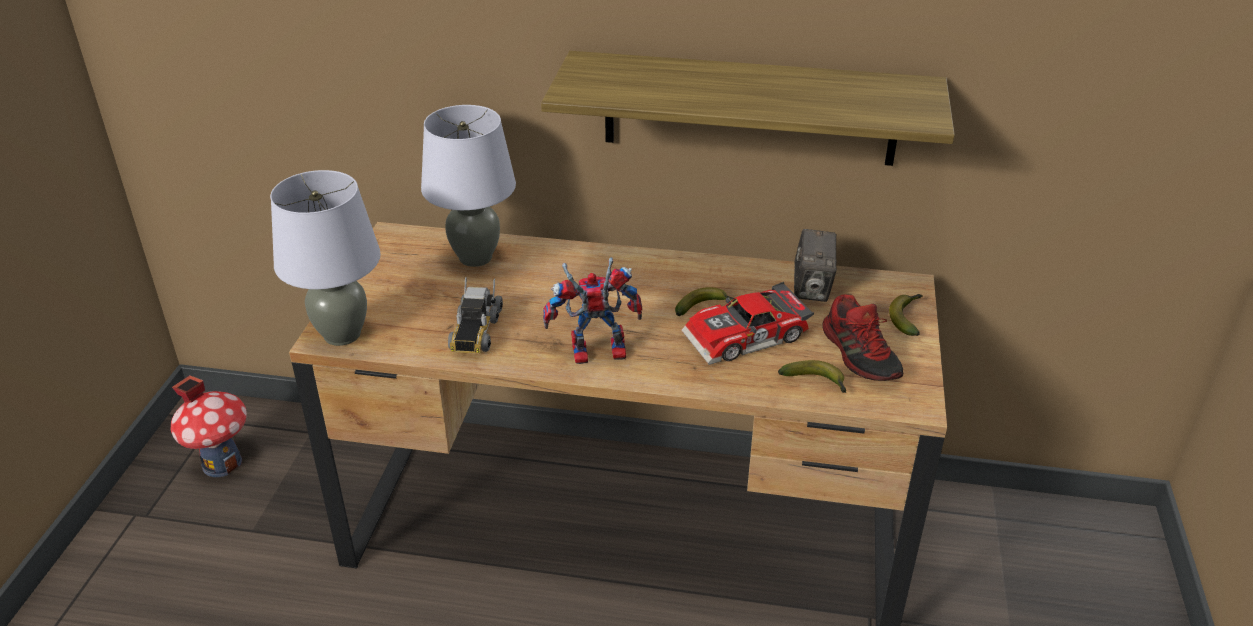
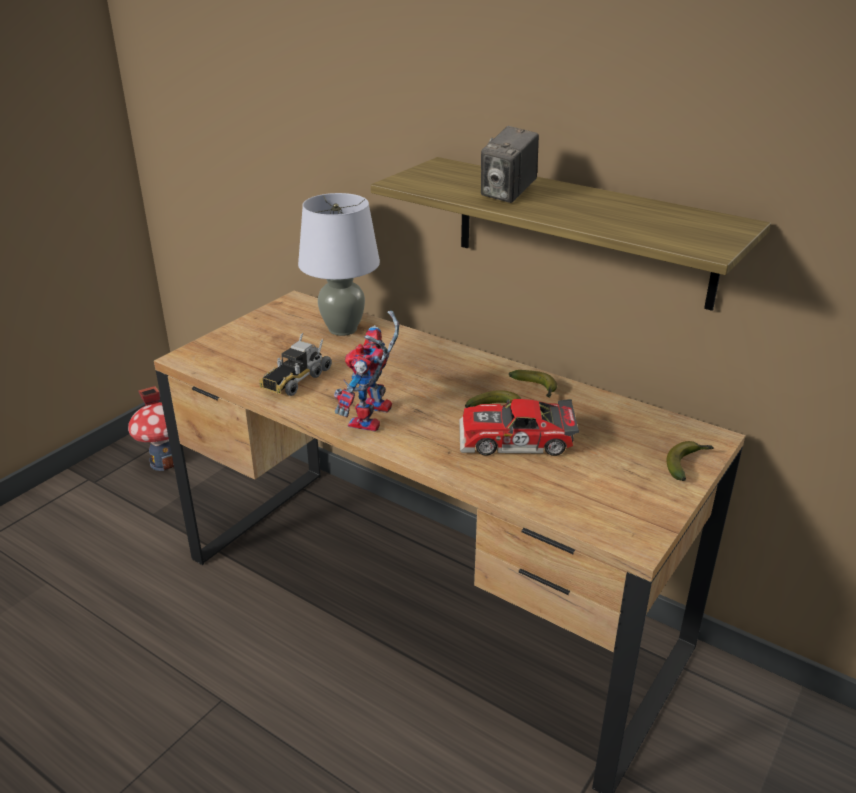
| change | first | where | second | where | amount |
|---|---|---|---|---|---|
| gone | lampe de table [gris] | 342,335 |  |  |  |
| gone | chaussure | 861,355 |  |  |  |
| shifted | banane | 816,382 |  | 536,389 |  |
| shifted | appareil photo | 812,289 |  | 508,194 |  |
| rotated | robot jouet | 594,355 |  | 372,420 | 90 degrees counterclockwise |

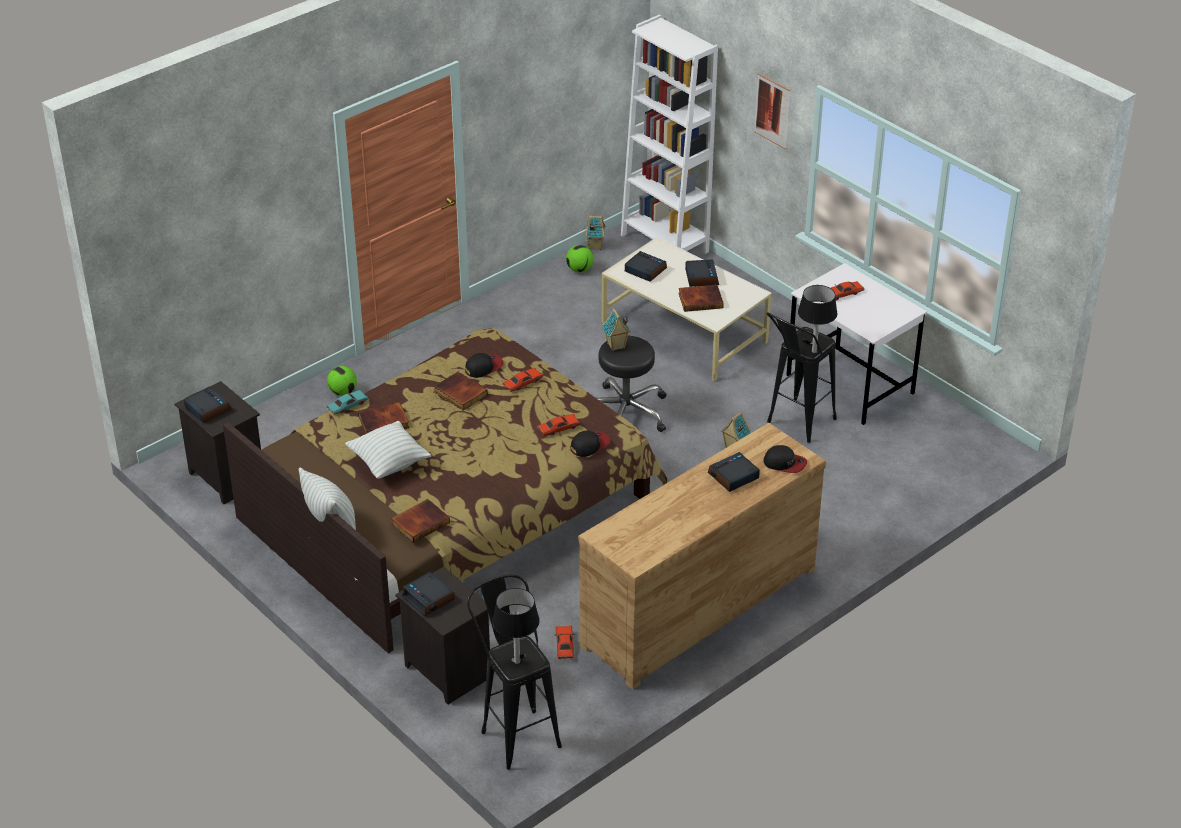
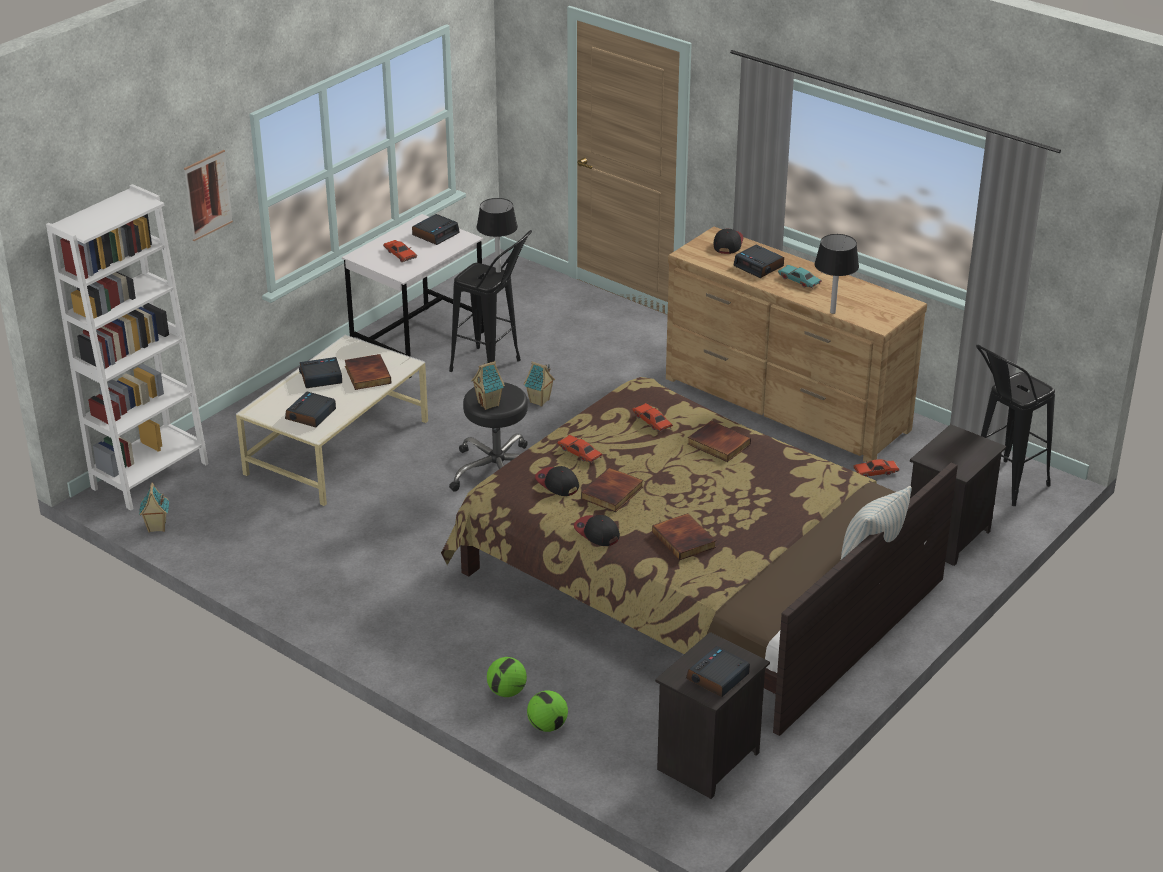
| change | first | where | second | where | amount |
|---|---|---|---|---|---|
| gone | coussin | 389,463 |  |  |  |
| shifted | petite voiture [turquoise] | 347,406 |  | 799,281 |  |
| shifted | livre | 420,522 |  | 718,444 |  |
| shifted | réveil | 429,598 |  | 435,234 |  |
| shifted | lampe de table [noir] | 517,661 |  | 832,312 |  |
| shifted | ballon de foot | 580,269 |  | 547,726 |  |
| shifted | casquette | 590,445 |  | 596,533 |  |

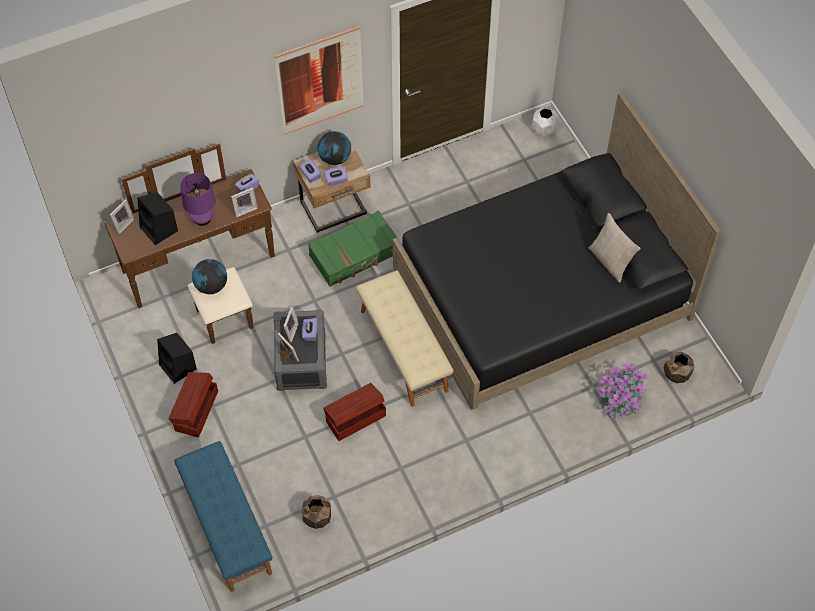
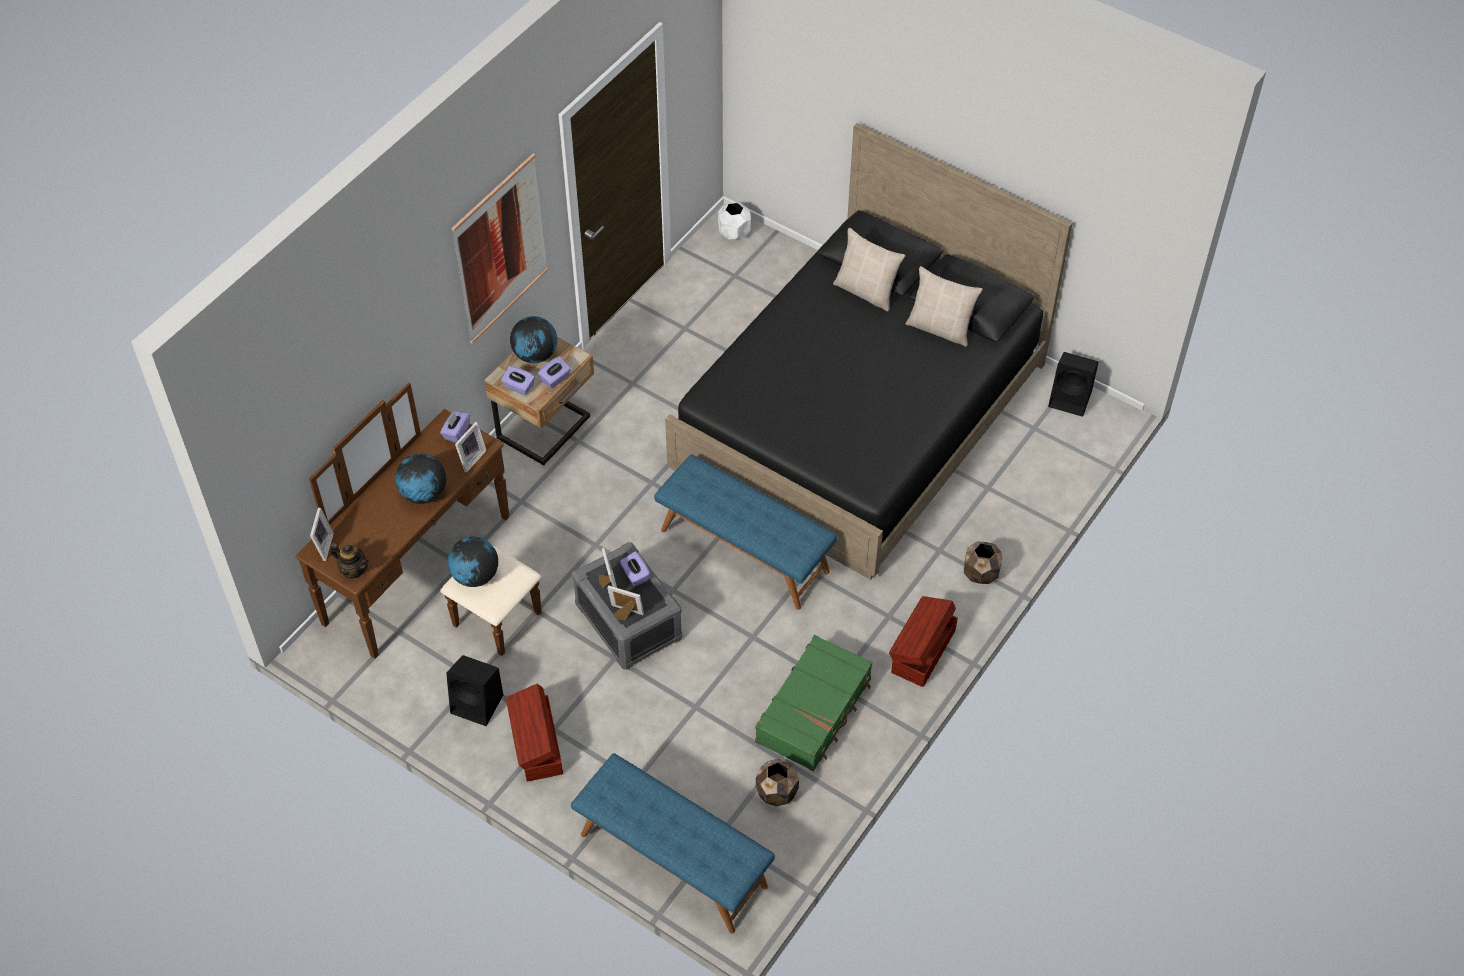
| change | first | where | second | where | amount |
|---|---|---|---|---|---|
| gone | plante en pot | 619,399 |  |  |  |
| new |  |  | théière | 353,570 |  |
| new |  |  | coussin [beige] | 866,291 |  |
| shifted | enceinte [noir] | 159,229 |  | 1071,399 |  |
| shifted | valise [vert] | 355,255 |  | 814,710 |  |
| shifted | boîte de rangement [marron] | 355,418 |  | 921,651 |  |
| shifted | cache-pot [marron] | 676,374 |  | 980,574 |  |
| swapped | lampe de table [violet] | 202,219 | globe | 423,494 |  |
| repainted | banc [beige] | 404,350 | banc [bleu] | 745,550 |  |

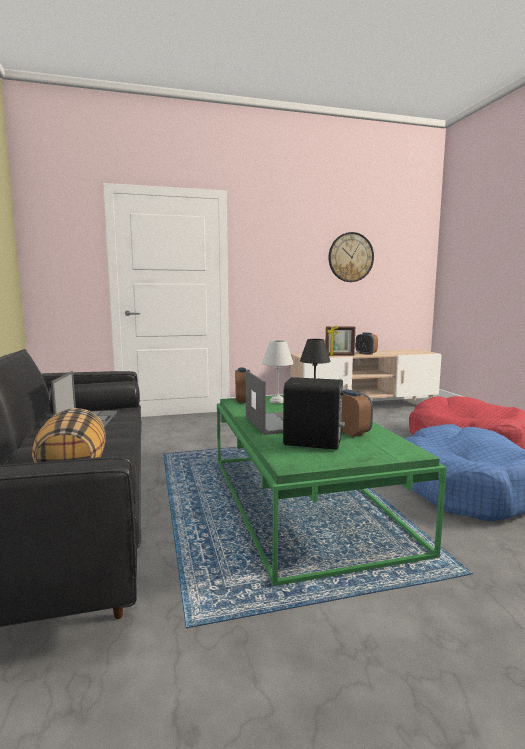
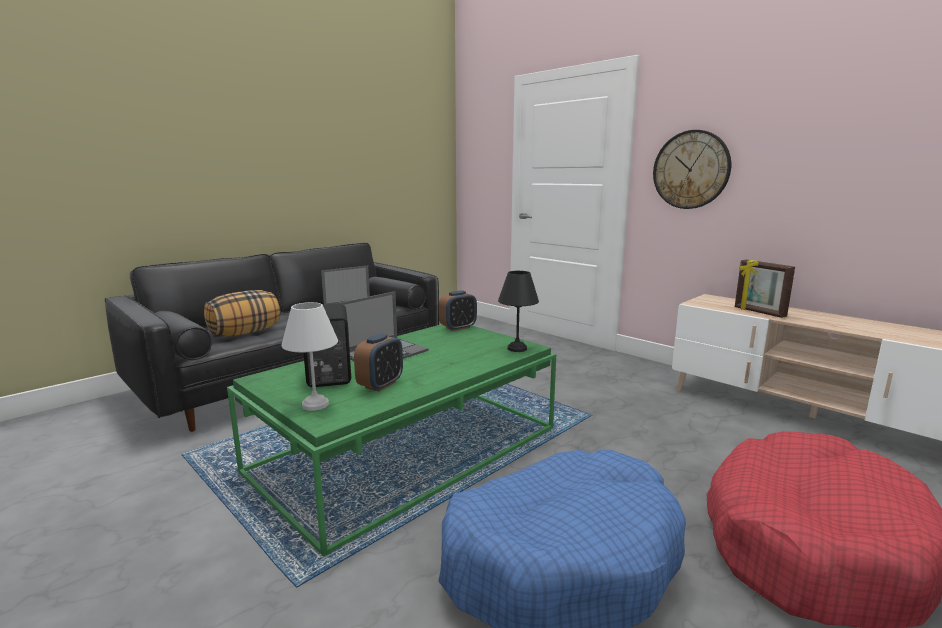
| change | first | where | second | where | amount |
|---|---|---|---|---|---|
| gone | réveil | 366,353 |  |  |  |
| shifted | lampe de table [blanc] | 277,401 |  | 316,405 |  |
| shifted | horloge murale | 350,257 |  | 691,170 |  |

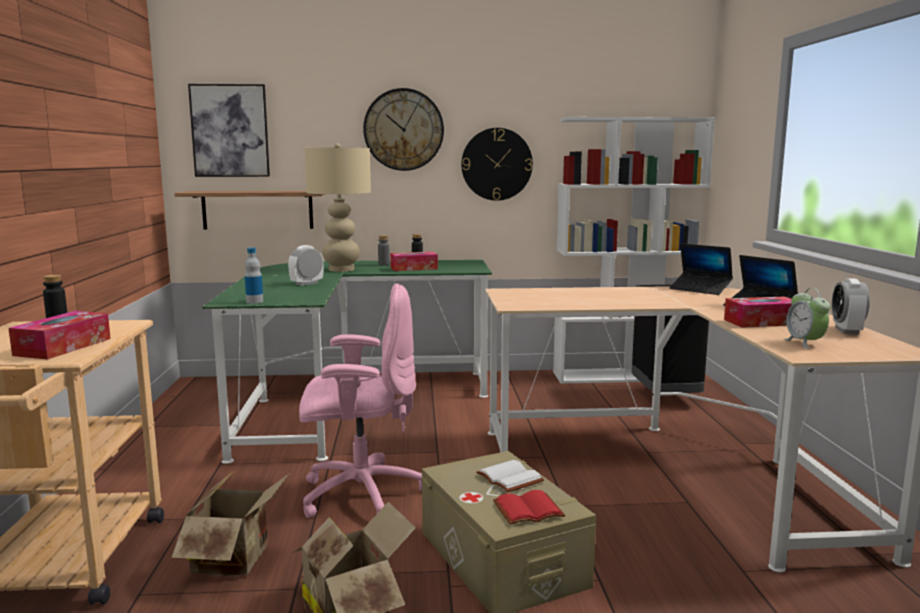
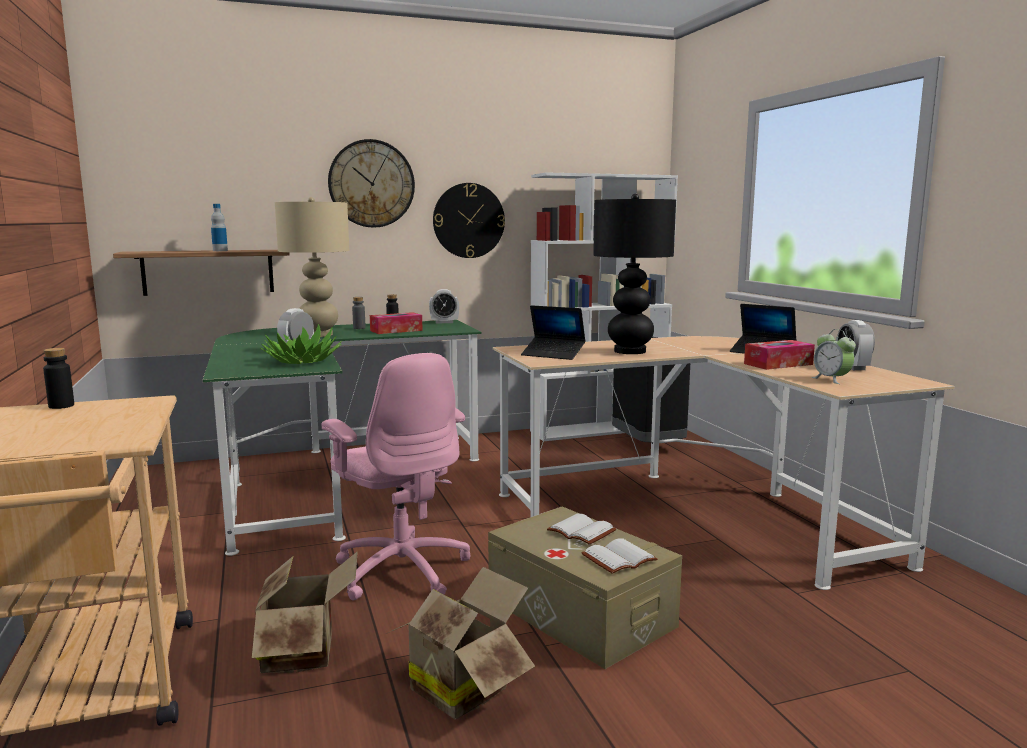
| change | first | where | second | where | amount |
|---|---|---|---|---|---|
| gone | boîte à mouchoirs | 63,347 |  |  |  |
| gone | tableau | 230,131 |  |  |  |
| new |  |  | plante en pot | 302,361 |  |
| new |  |  | réveil | 444,322 |  |
| new |  |  | lampe de table [noir] | 630,351 |  |
| shifted | bouteille | 254,302 |  | 220,251 |  |
| shifted | ordinateur portable | 700,289 |  | 553,354 |  |
| repainted | livre [rouge] | 528,509 | livre [blanc] | 618,557 |  |
| rotated | chaise de bureau [rose] | 360,494 |  | 402,569 | 75 degrees clockwise |

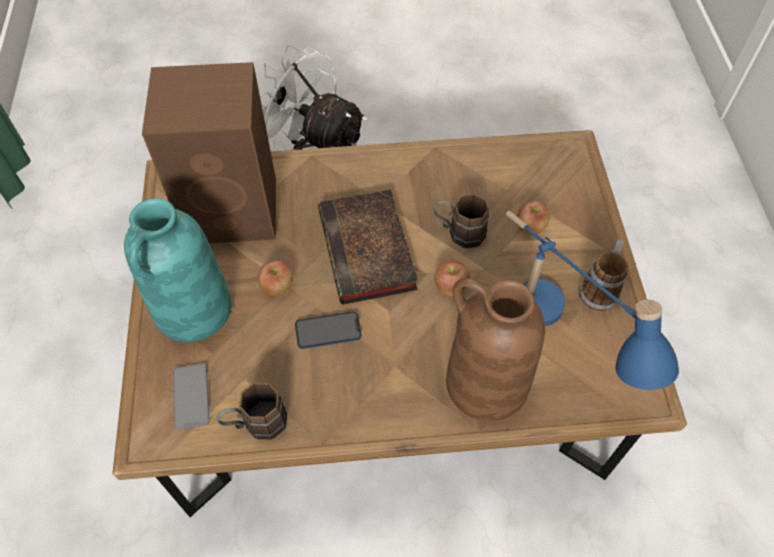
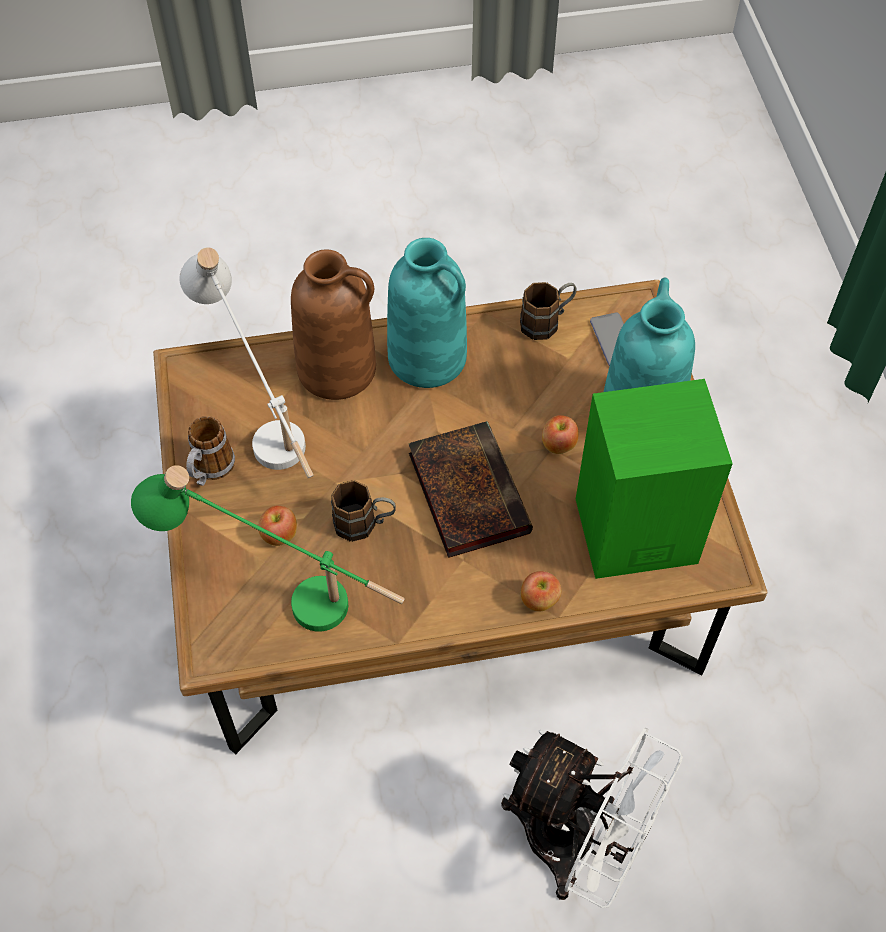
| change | first | where | second | where | amount |
|---|---|---|---|---|---|
| gone | téléphone | 328,331 |  |  |  |
| new |  |  | lampe de table [vert] | 280,594 |  |
| new |  |  | vase [turquoise] | 429,357 |  |
| shifted | pomme | 450,287 |  | 539,601 |  |
| repainted | enceinte [marron] | 235,210 | enceinte [vert] | 632,531 |  |
| repainted | lampe de table [bleu] | 558,335 | lampe de table [blanc] | 262,419 |  |

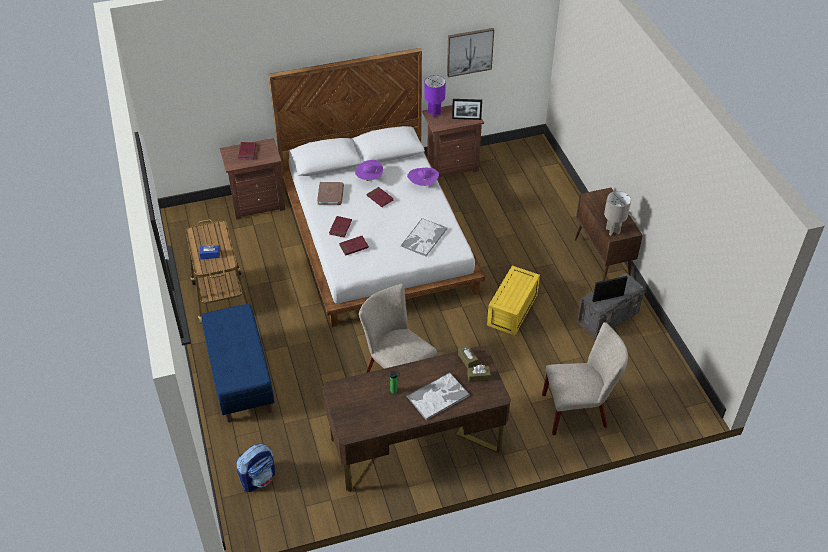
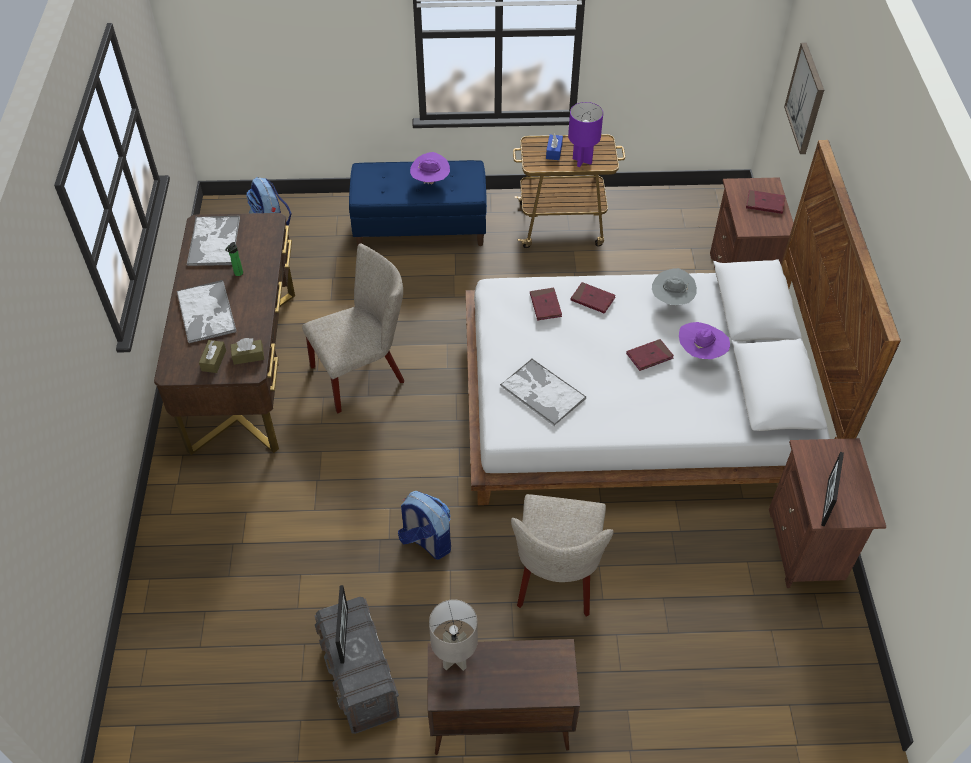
| change | first | where | second | where | amount |
|---|---|---|---|---|---|
| new |  |  | plateau | 214,241 |  |
| shifted | chapeau [violet] | 423,184 |  | 430,181 |  |
| shifted | lampe de table [violet] | 434,113 |  | 582,160 |  |
| shifted | tableau | 469,51 |  | 806,98 |  |
| shifted | chaise [beige] | 579,411 |  | 556,579 |  |
| swapped | livre [marron] | 330,195 | chapeau [gris] | 671,301 |  |
| swapped | boîte de rangement [jaune] | 513,311 | sac à dos | 426,541 |  |

